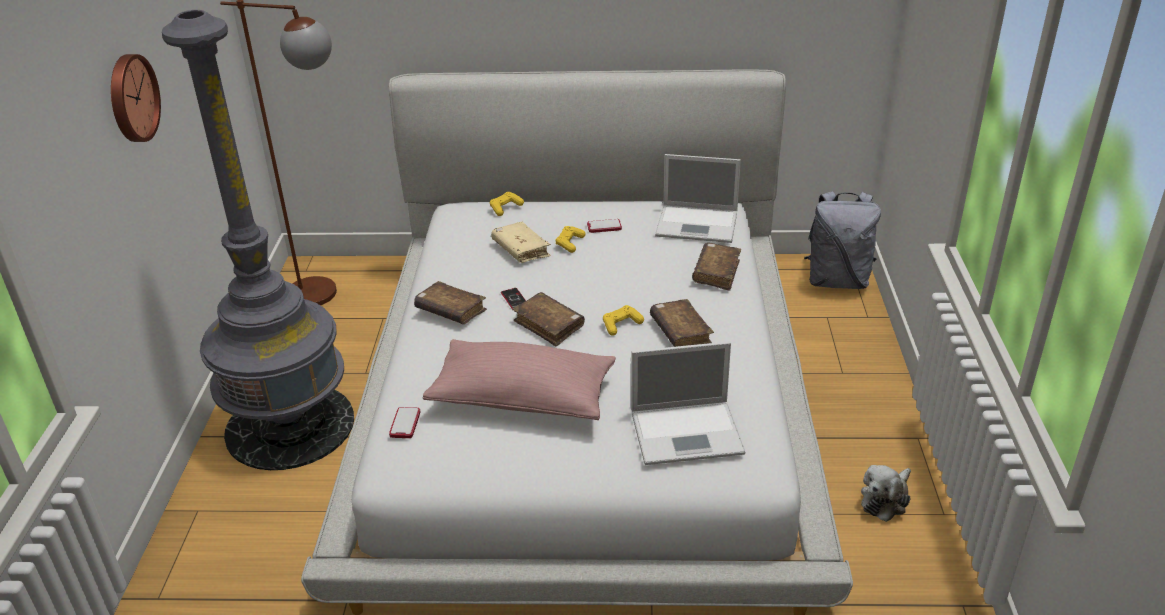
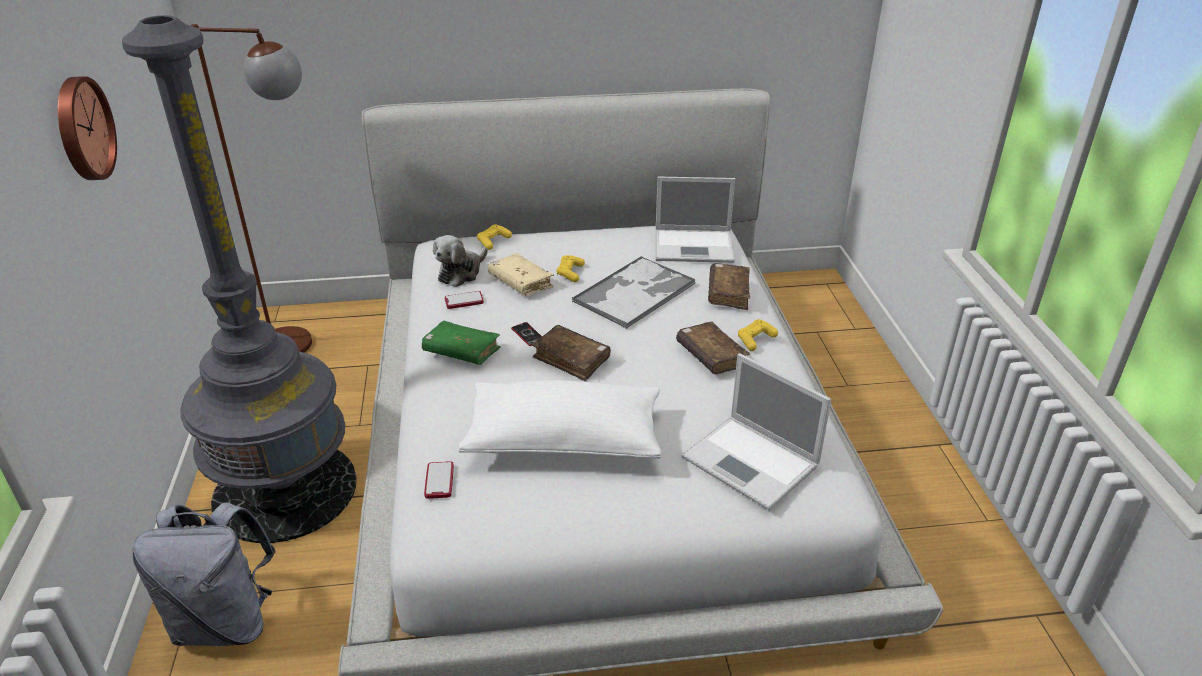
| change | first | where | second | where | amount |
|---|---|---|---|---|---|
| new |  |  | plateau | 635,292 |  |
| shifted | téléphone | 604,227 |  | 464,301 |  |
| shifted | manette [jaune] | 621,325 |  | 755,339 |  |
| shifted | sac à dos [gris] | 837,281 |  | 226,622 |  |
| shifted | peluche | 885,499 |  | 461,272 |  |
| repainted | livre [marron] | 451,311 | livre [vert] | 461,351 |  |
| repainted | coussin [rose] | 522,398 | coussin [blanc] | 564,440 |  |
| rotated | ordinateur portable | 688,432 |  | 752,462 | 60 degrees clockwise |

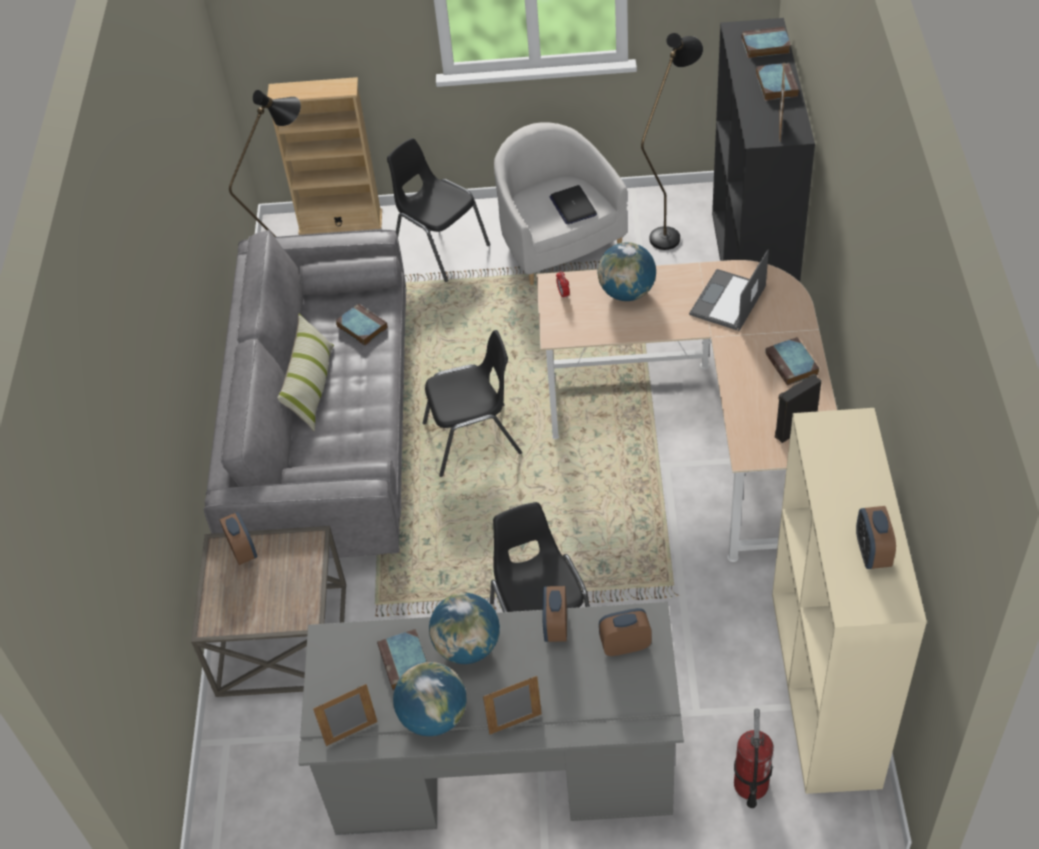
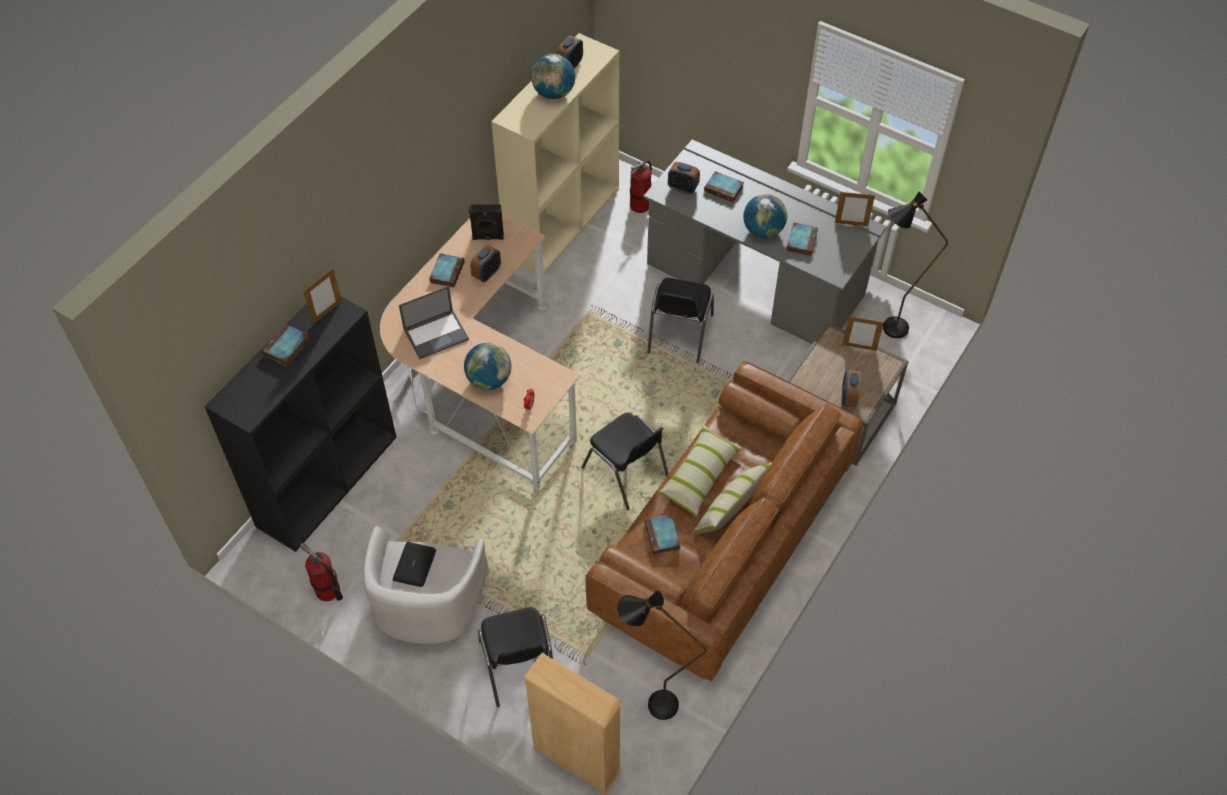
| change | first | where | second | where | amount |
|---|---|---|---|---|---|
| new |  |  | extincteur | 327,591 |  |
| new |  |  | coussin | 699,476 |  |
| shifted | globe | 433,716 |  | 554,93 |  |
| shifted | cadre photo | 515,724 |  | 859,347 |  |
| shifted | réveil | 556,627 |  | 487,273 |  |
| shifted | lampadaire [noir] | 670,232 |  | 886,331 |  |
| shifted | livre | 764,46 |  | 724,189 |  |
| repainted | canapé [gris] | 327,434 | canapé [marron] | 722,543 |  |
| rotated | chaise [noir] | 474,439 |  | 626,474 | 150 degrees counterclockwise |

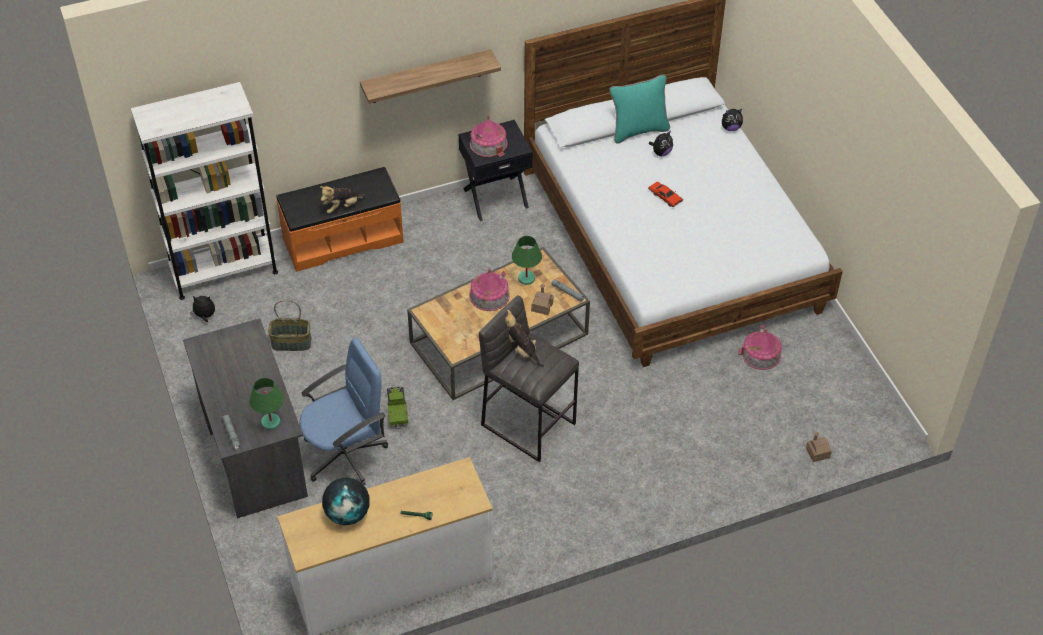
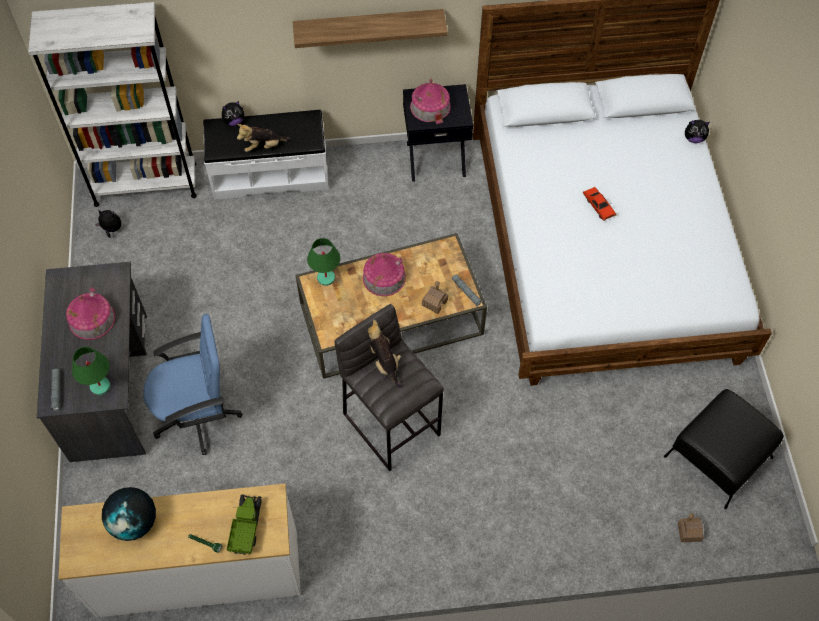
| change | first | where | second | where | amount |
|---|---|---|---|---|---|
| gone | panier | 292,342 |  |  |  |
| gone | coussin [turquoise] | 638,130 |  |  |  |
| new |  |  | pouf [noir] | 717,457 |  |
| shifted | camion jouet | 397,411 |  | 246,527 |  |
| shifted | lampe de table [vert] | 526,279 |  | 326,278 |  |
| shifted | peluche | 661,152 |  | 234,121 |  |
| shifted | maison miniature | 761,354 |  | 92,319 |  |
| repainted | banc [orange] | 342,239 | banc [blanc] | 270,173 |  |

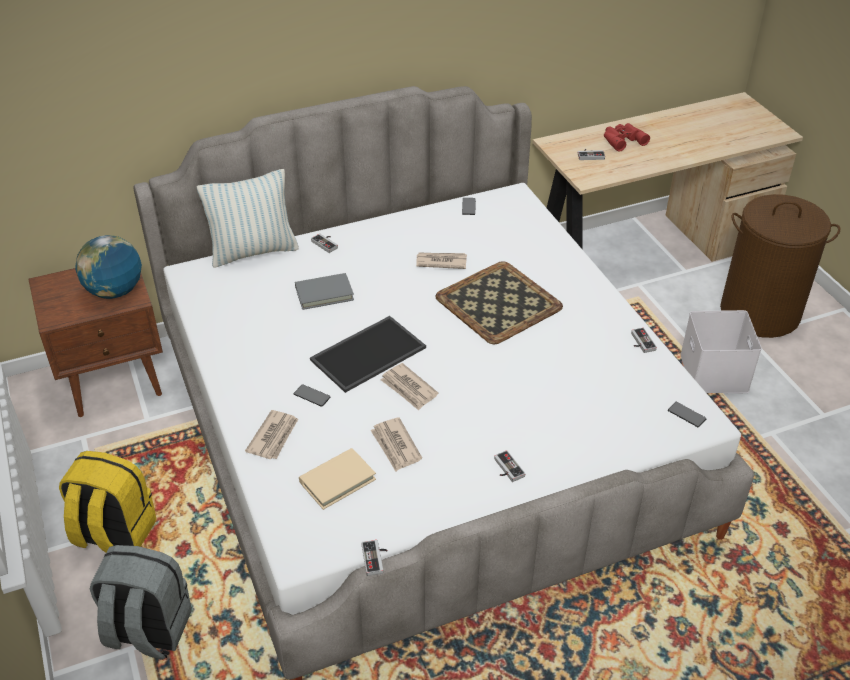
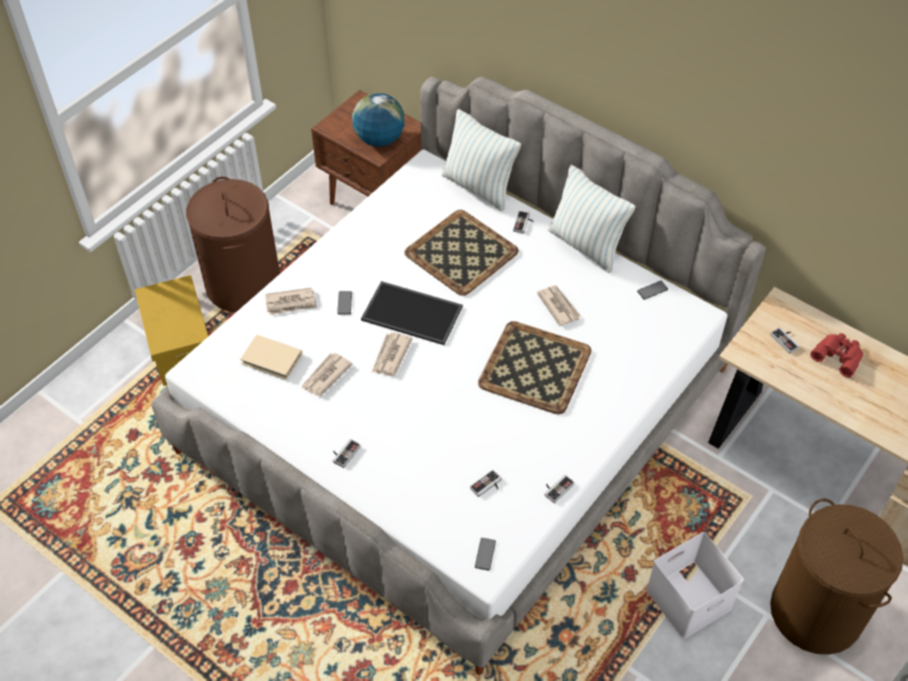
| change | first | where | second | where | amount |
|---|---|---|---|---|---|
| new |  |  | coussin | 586,245 |  |
| shifted | manette | 376,559 |  | 487,486 |  |
| swapped | sac à dos [jaune] | 114,535 | panier à linge [marron] | 243,284 |  |
| swapped | sac à dos [gris] | 148,631 | boîte de rangement [jaune] | 180,347 |  |
| swapped | livre [gris] | 324,294 | plateau | 461,253 |  |

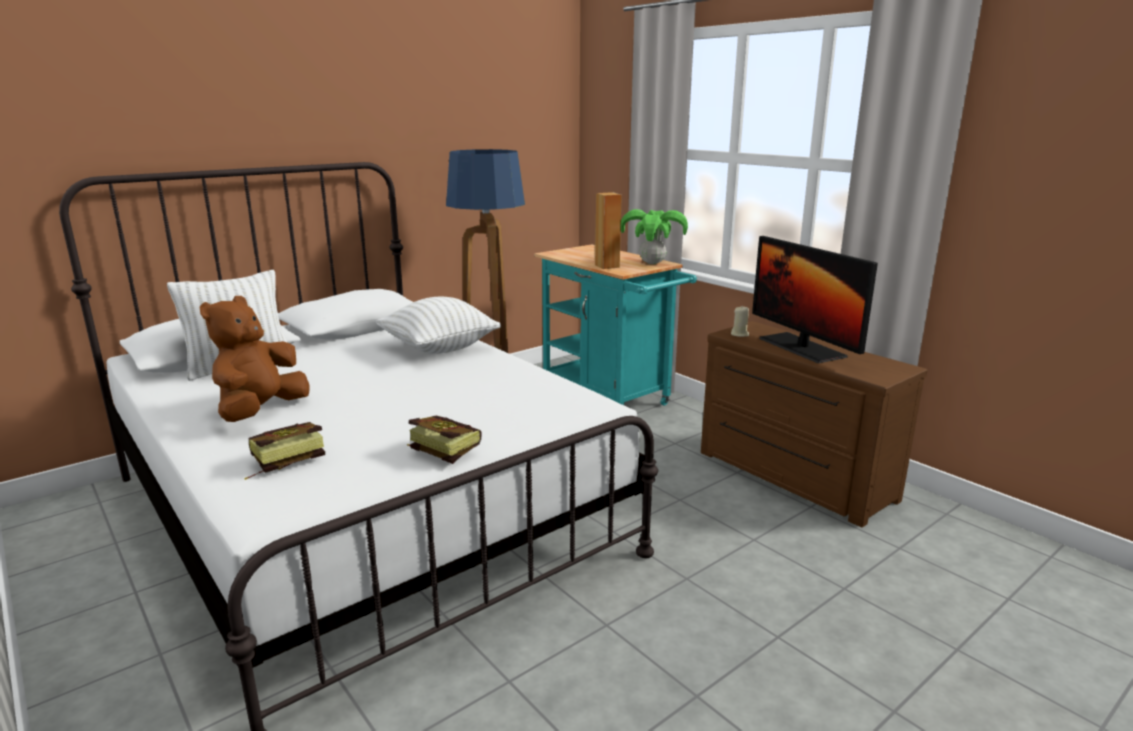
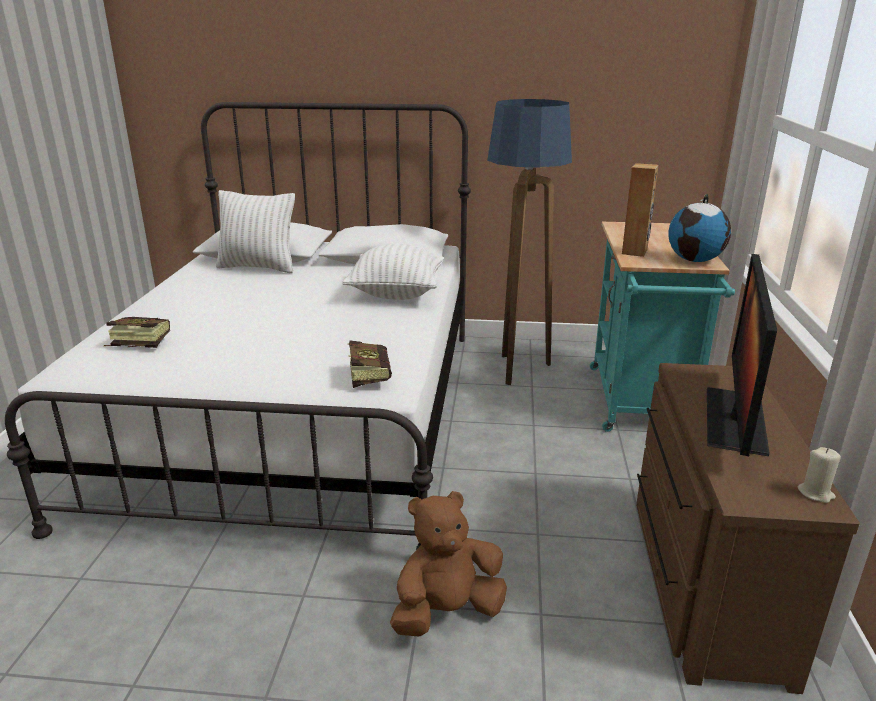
| change | first | where | second | where | amount |
|---|---|---|---|---|---|
| shifted | peluche [marron] | 261,412 |  | 447,611 |  |
| shifted | livre | 440,451 |  | 369,376 |  |
| shifted | bougie [beige] | 739,334 |  | 816,493 |  |
| swapped | plante en pot | 652,263 | globe | 695,260 |  |

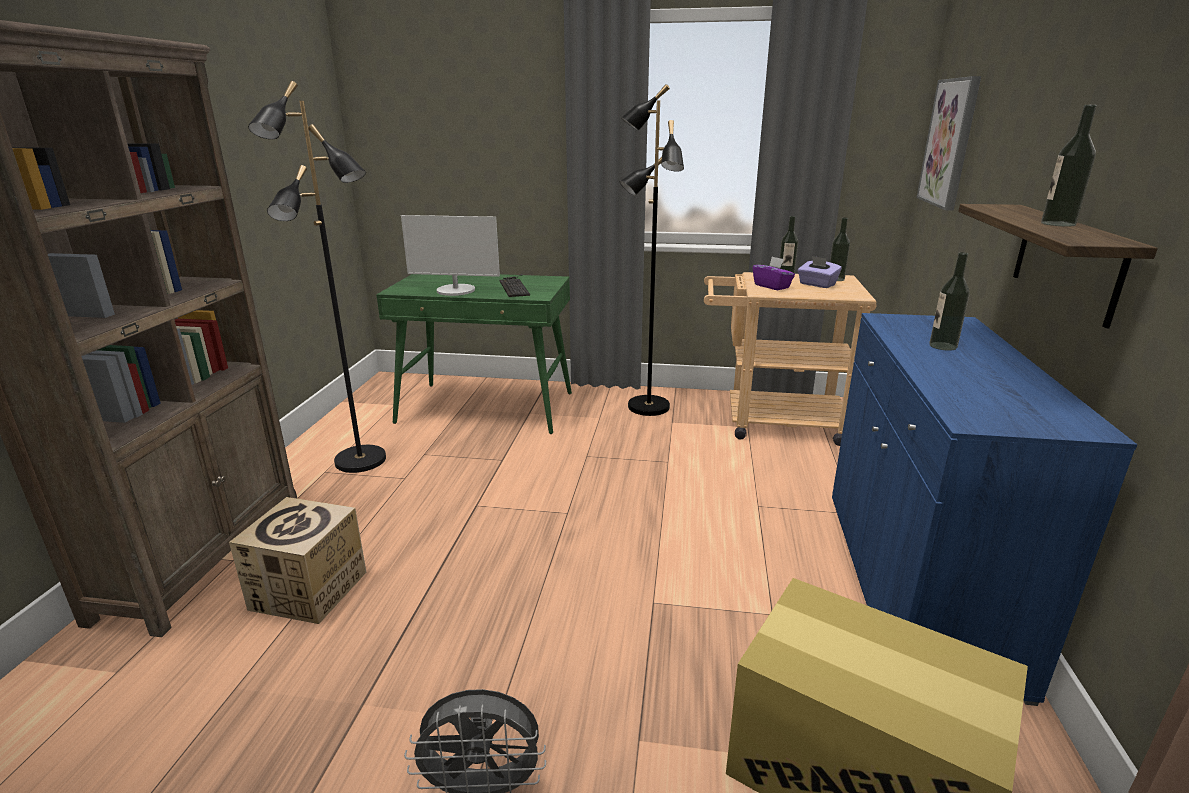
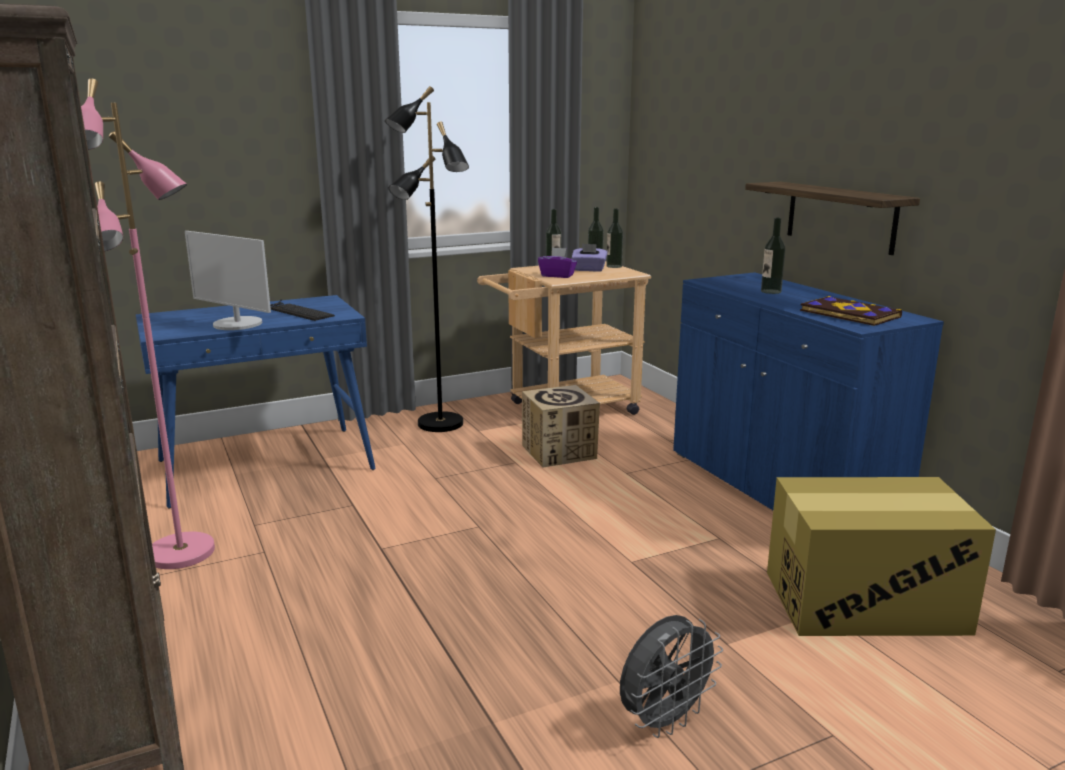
| change | first | where | second | where | amount |
|---|---|---|---|---|---|
| gone | tableau | 949,143 |  |  |  |
| new |  |  | livre | 849,314 |  |
| shifted | carton | 309,590 |  | 559,452 |  |
| shifted | bouteille | 1058,224 |  | 614,266 |  |
| repainted | lampadaire [noir] | 360,461 | lampadaire [rose] | 182,553 |  |
| repainted | bureau [vert] | 487,407 | bureau [bleu] | 267,465 |  |
| rotated | écran d'ordinateur | 456,290 |  | 237,324 | 60 degrees clockwise |

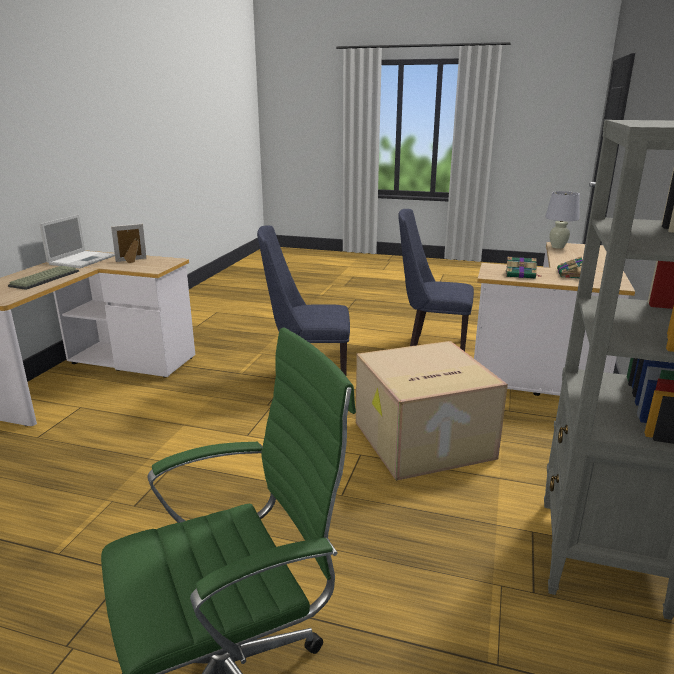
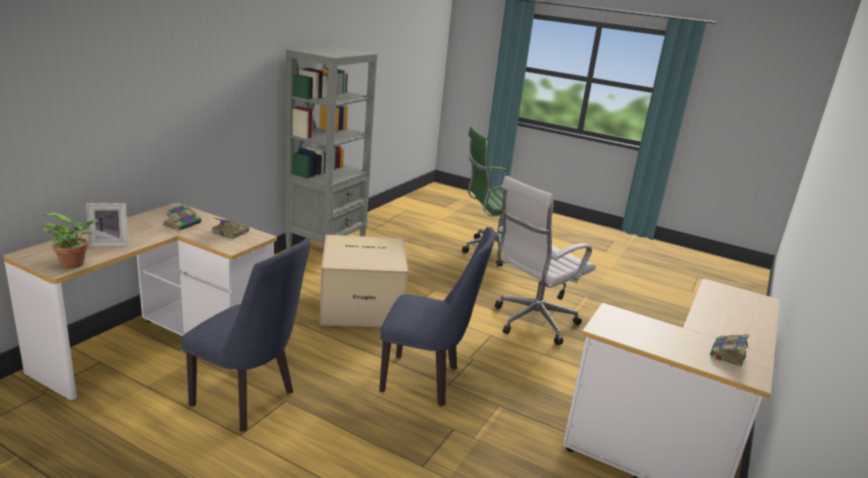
| change | first | where | second | where | amount |
|---|---|---|---|---|---|
| gone | clavier | 44,278 |  |  |  |
| new |  |  | chaise de bureau [blanc] | 531,323 |  |
| shifted | cadre photo | 132,261 |  | 110,243 |  |
| swapped | ordinateur portable | 82,260 | livre | 727,354 |  |
| swapped | lampe de table [blanc] | 557,247 | plante en pot | 76,264 |  |

